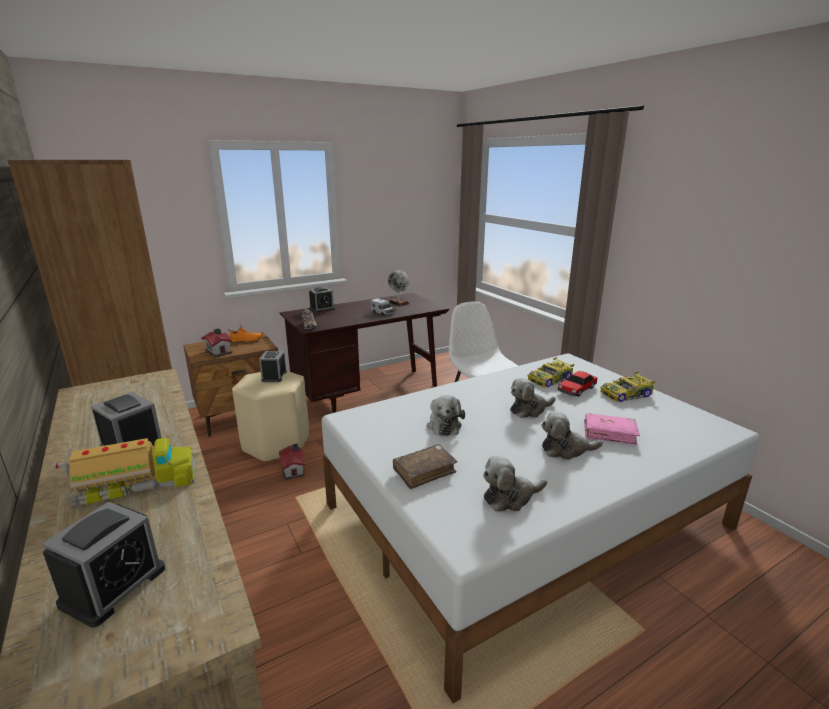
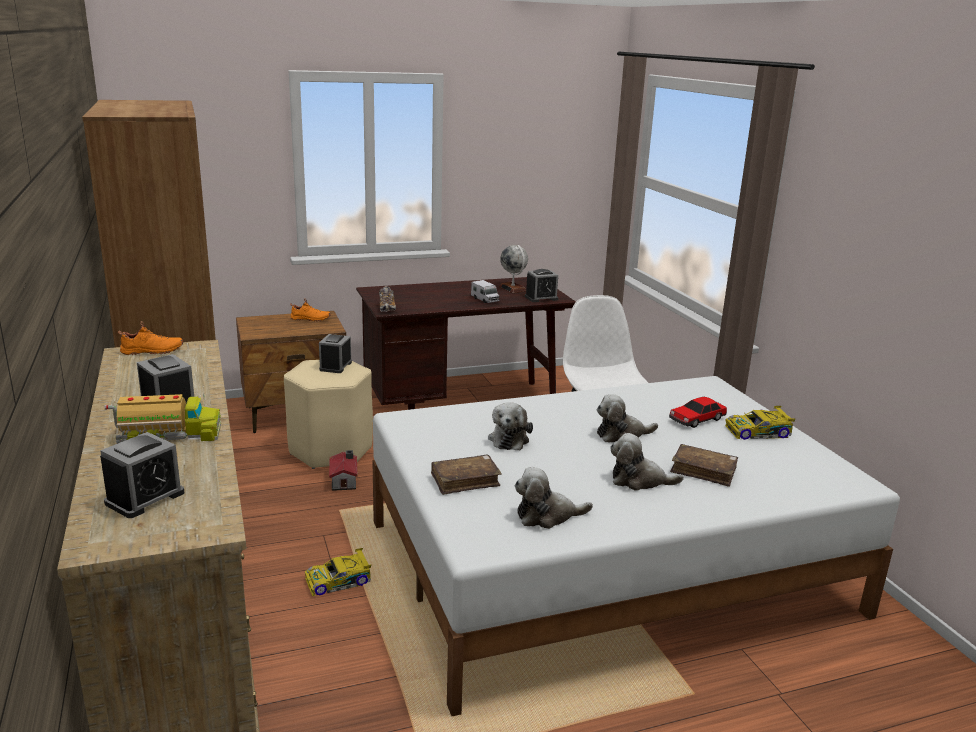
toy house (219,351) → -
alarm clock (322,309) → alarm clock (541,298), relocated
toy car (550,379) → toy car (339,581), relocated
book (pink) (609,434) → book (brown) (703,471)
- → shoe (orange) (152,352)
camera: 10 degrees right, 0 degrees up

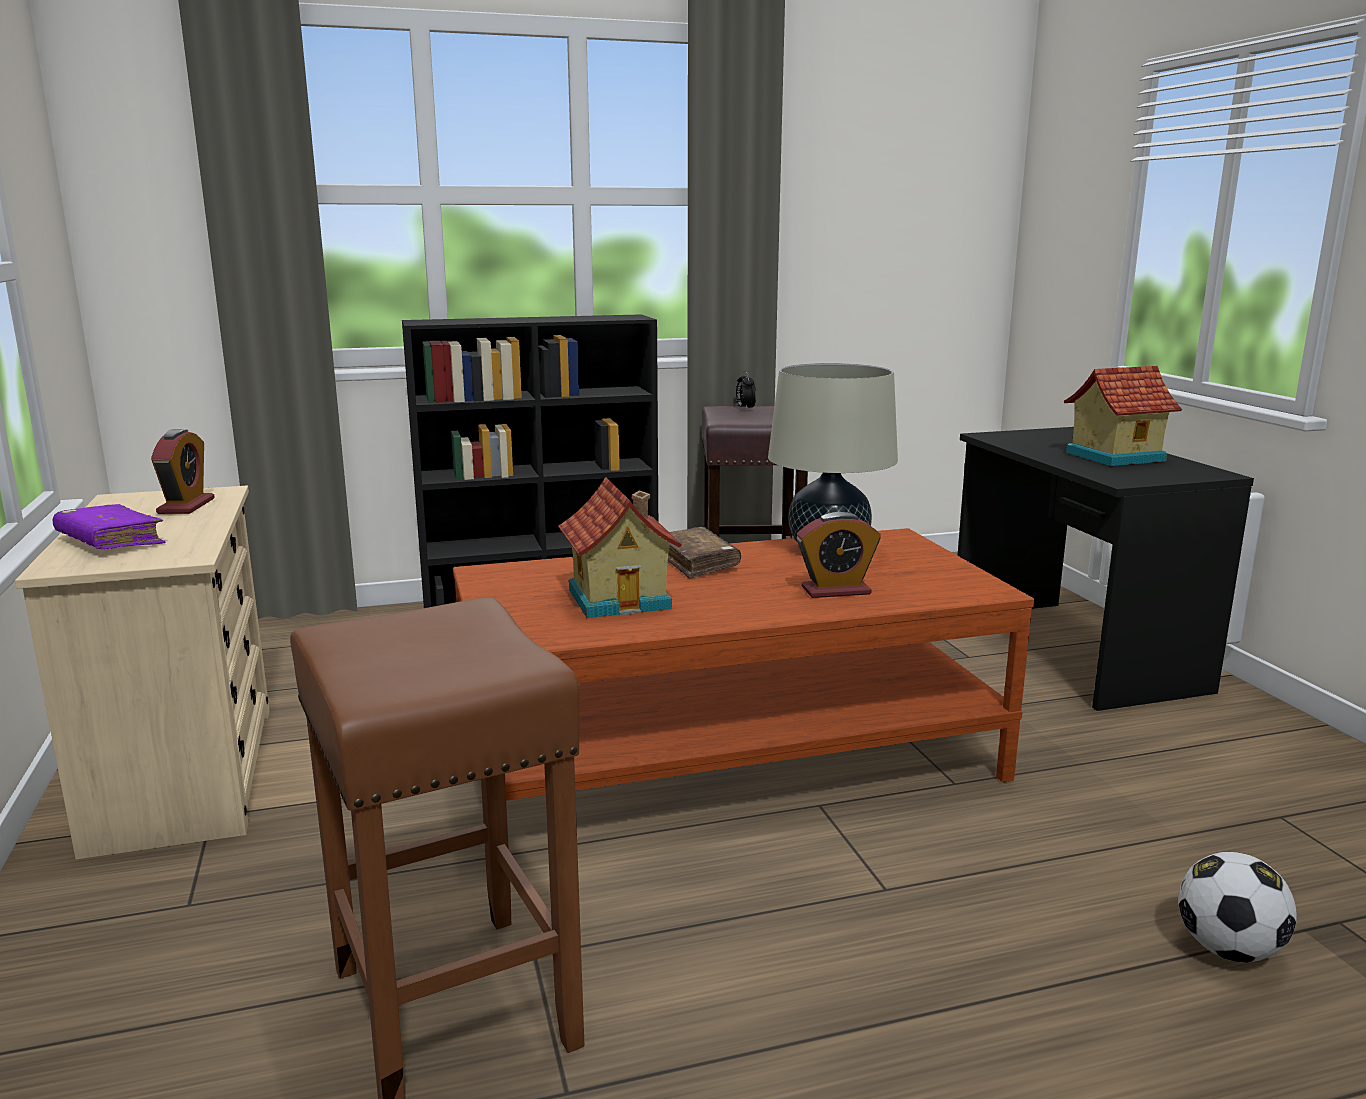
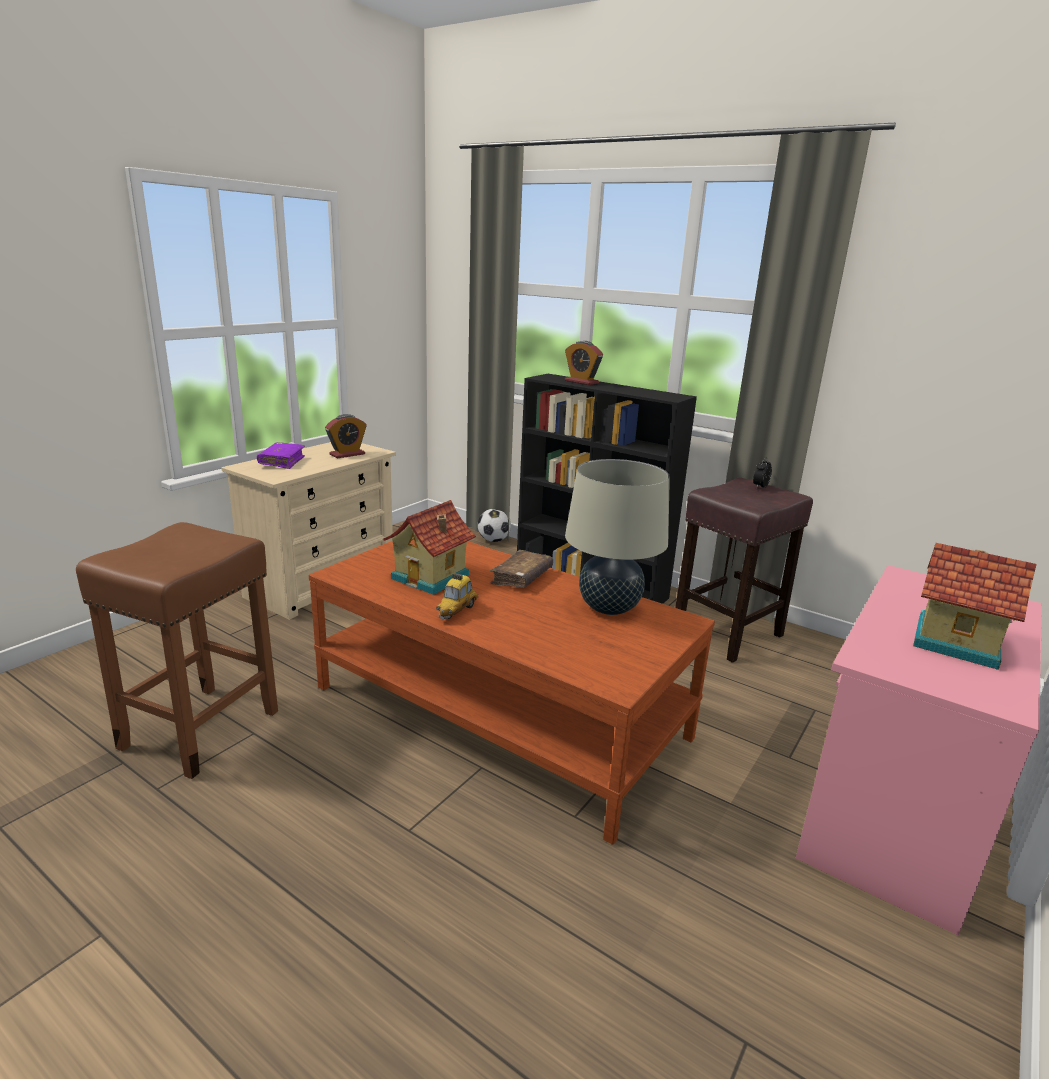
alarm clock (836,591) → alarm clock (581,382), relocated
desk (black) (1070,651) → desk (pink) (892,809)
football (1228,950) → football (494,540), relocated
- → toy car (456,611)
camera: 50 degrees right, 5 degrees up

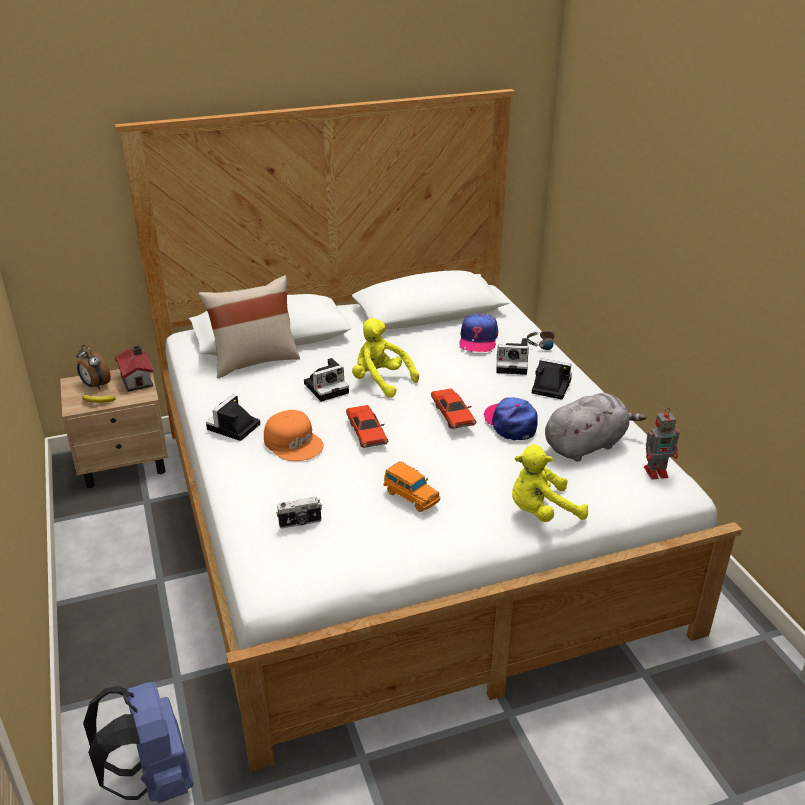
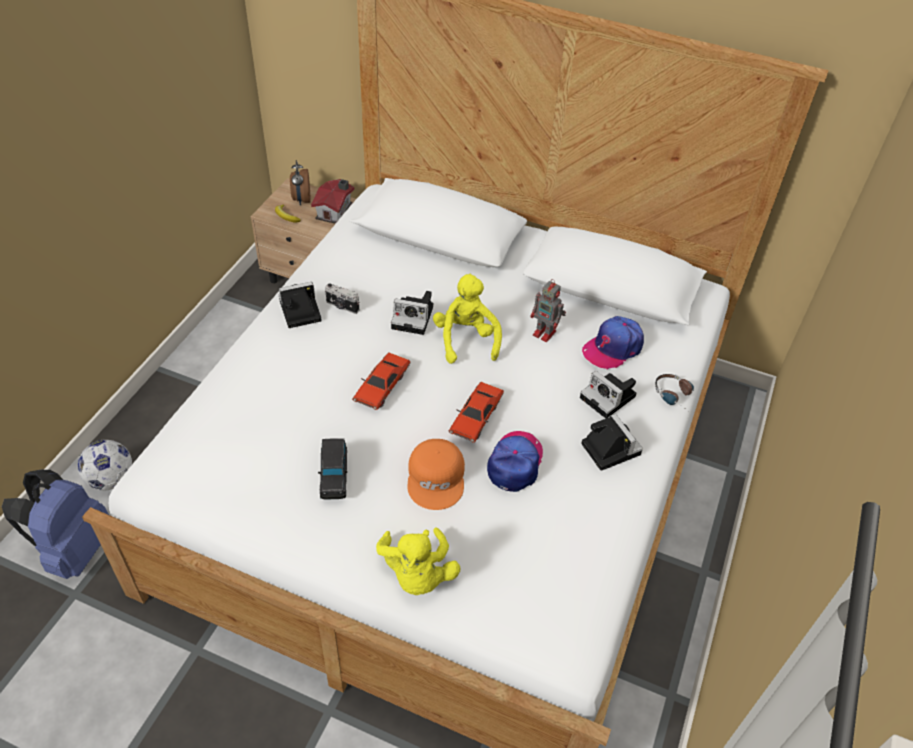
pillow (beige) (254,361) → -
cap (orange) (294,442) → cap (orange) (437,478), relocated
photo camera (300,523) → photo camera (342,306), relocated
toy car (orange) (410,496) → toy car (black) (334,476)
plush toy (yellow) (541,512) → plush toy (yellow) (417,574), 120 degrees counterclockwise
plush toy (grey) (586,445) → -
toy robot (657,472) → toy robot (545,333), relocated
- → football (111,479)
camera: 40 degrees right, 15 degrees up

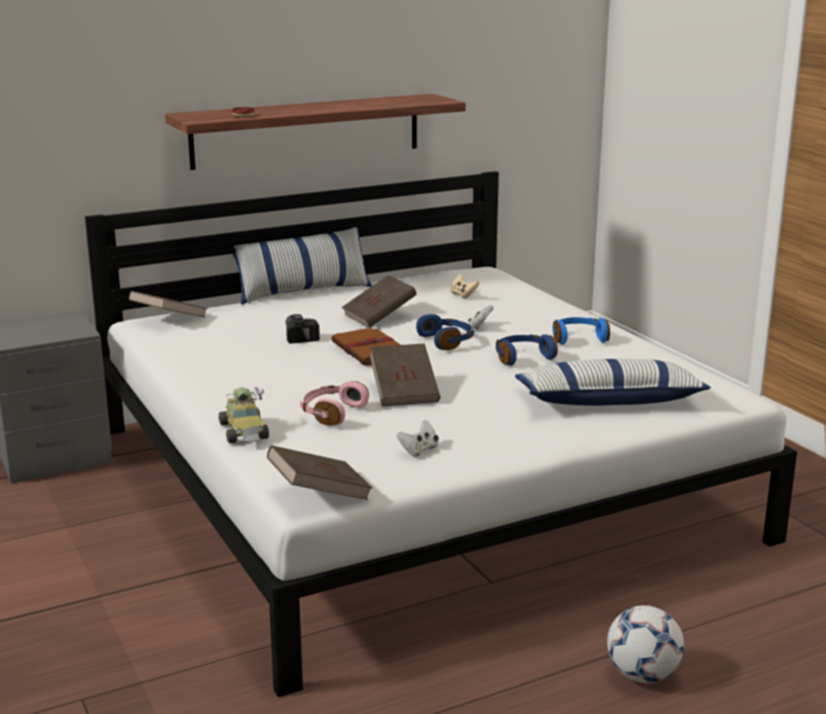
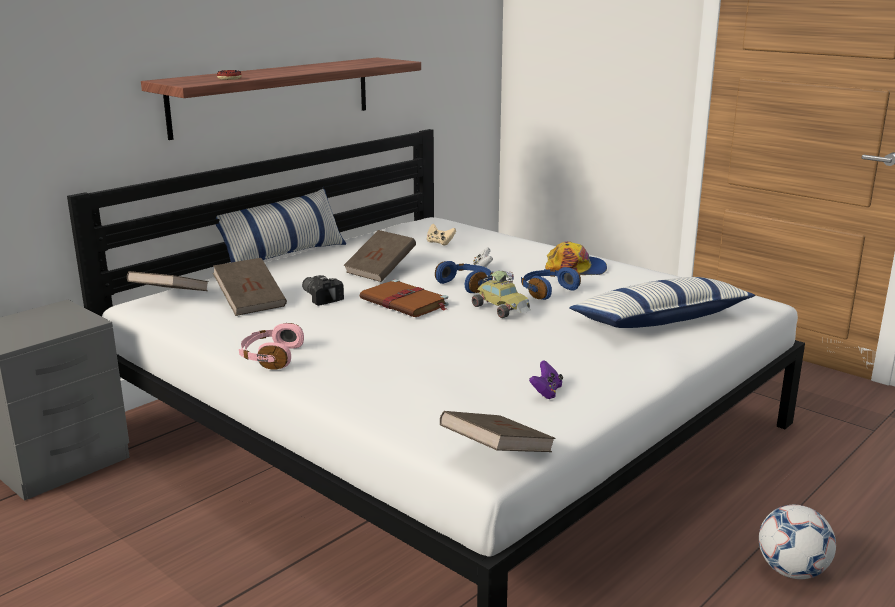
toy car (245,432) → toy car (502,308), relocated
headphones (pink) (332,413) → headphones (pink) (271,357), relocated
book (brown) (404,392) → book (brown) (251,302), relocated
game controller (white) (419,450) → game controller (purple) (546,392)
headphones (blue) (578,338) → cap (575,269)
camera: 20 degrees left, 0 degrees up

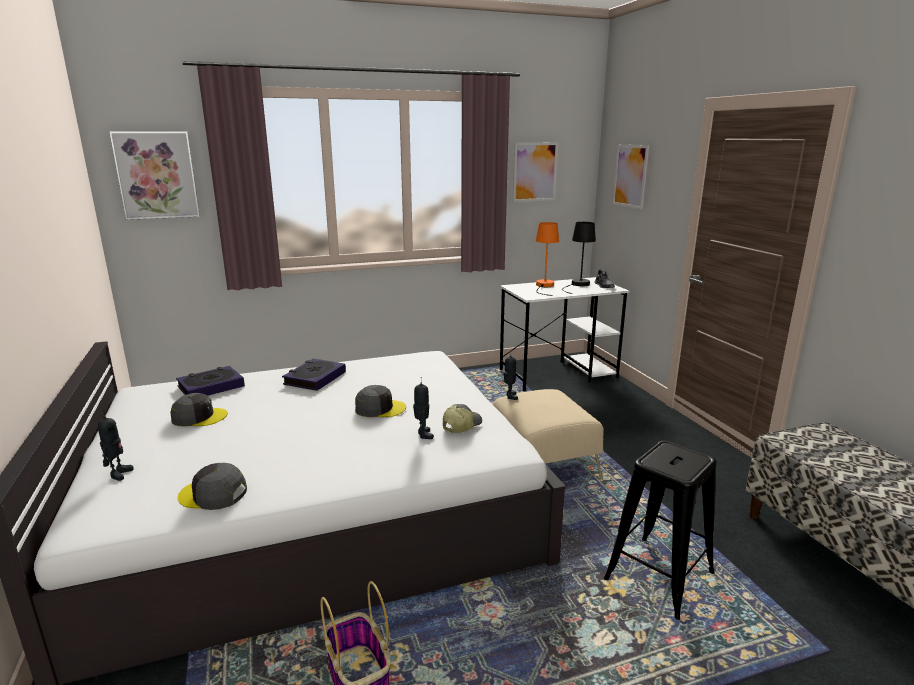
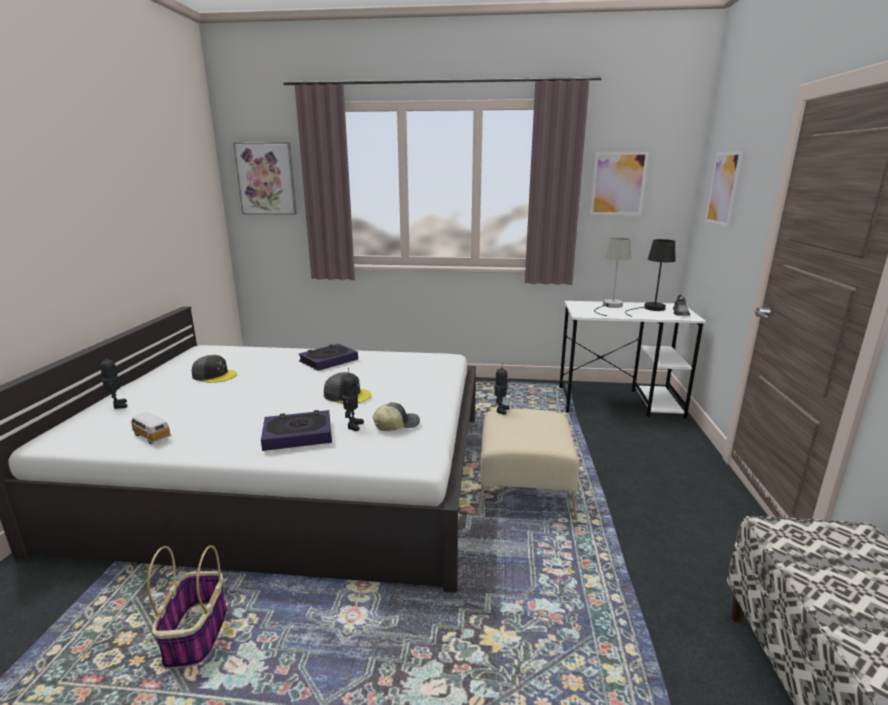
toy robot (118,474) → toy robot (118,406), 60 degrees counterclockwise
book (211,387) → book (298,435), relocated
cap (grey) (213,494) → toy car (151,436)
table lamp (orange) (544,286) → table lamp (grey) (610,306)
stool (black) (659,576) → -
camera: 25 degrees right, 0 degrees up

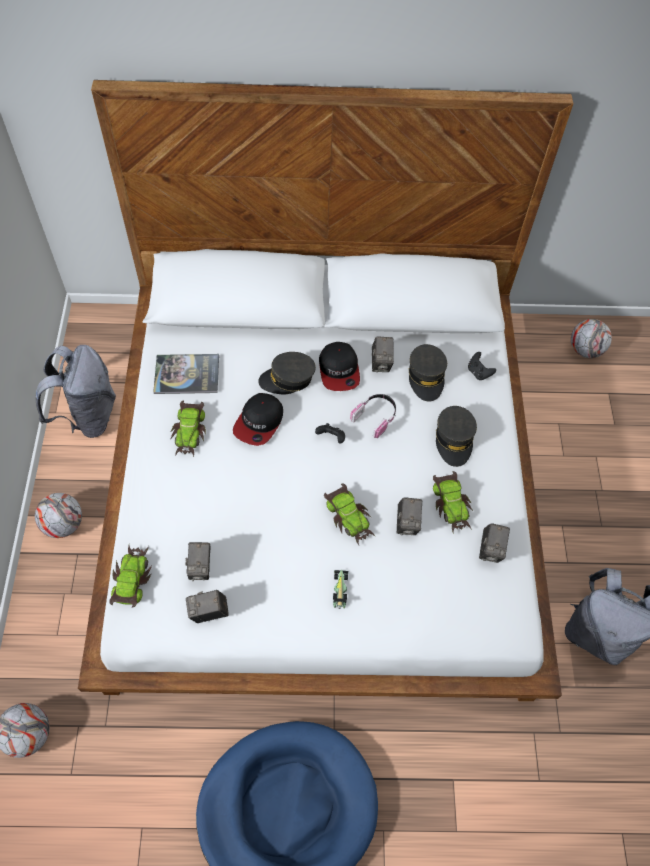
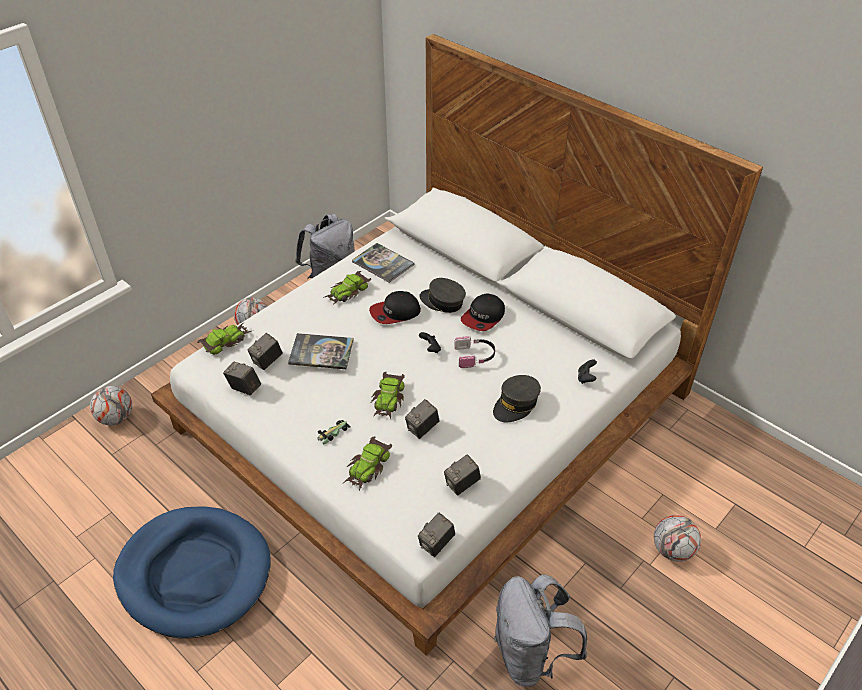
photo camera (381,363) → photo camera (436,544), relocated
cap (grey) (426,377) → -
toy car (452,504) → toy car (368,467), relocated
football (585,350) → football (672,550), relocated
- → book (321,352)
camera: 45 degrees right, 15 degrees down

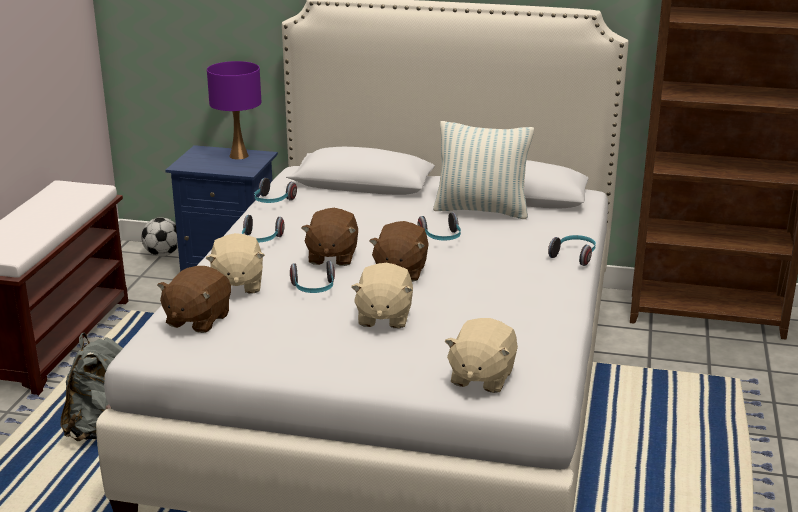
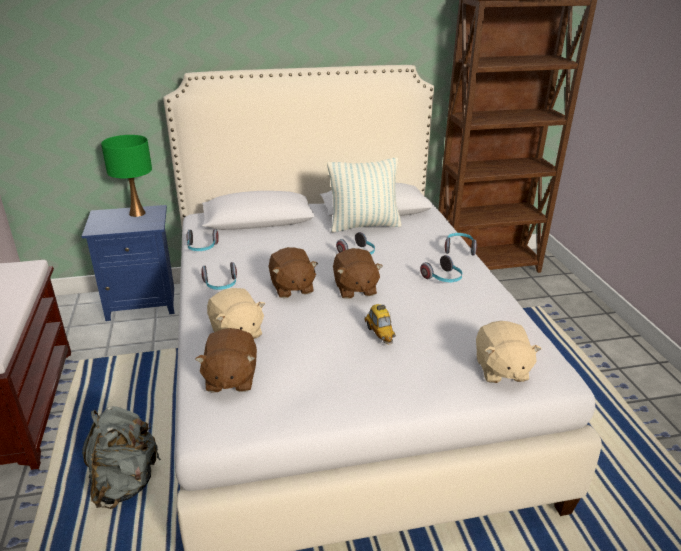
football (162,254) → -
table lamp (purple) (239,156) → table lamp (green) (137,213)
headphones (314,289) → headphones (443,279), relocated
plush toy (beige) (383,317) → toy car (379,333)
camera: 25 degrees left, 5 degrees up

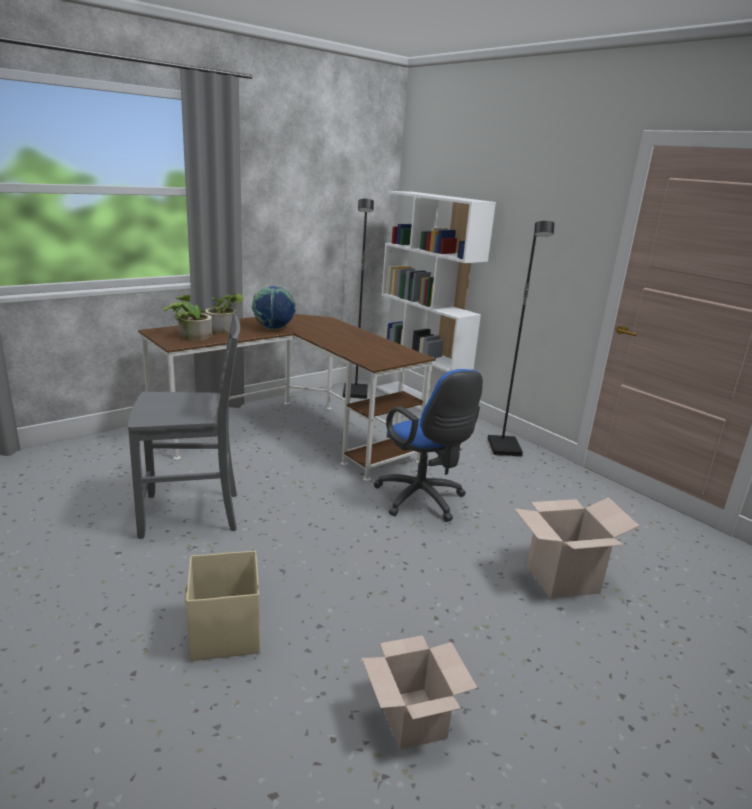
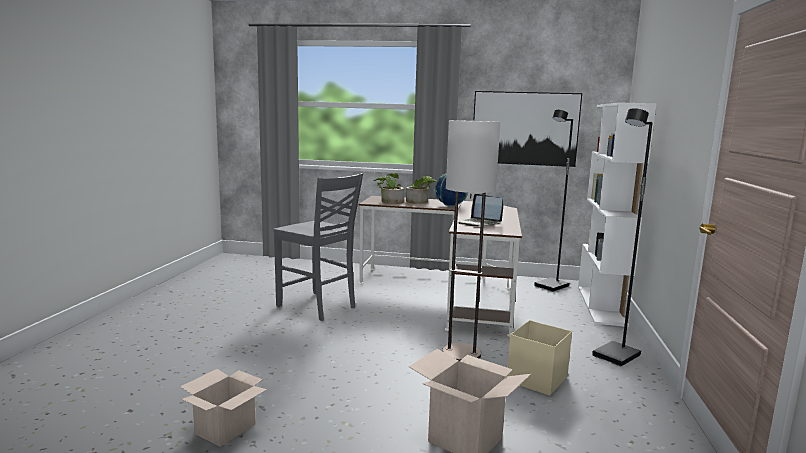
storage box (beige) (224,633) → storage box (beige) (536,379), relocated
office chair (blue) (422,501) → floor lamp (461,354)
- → laptop (480,223)
- → picture (524,128)
camera: 50 degrees right, 10 degrees down

